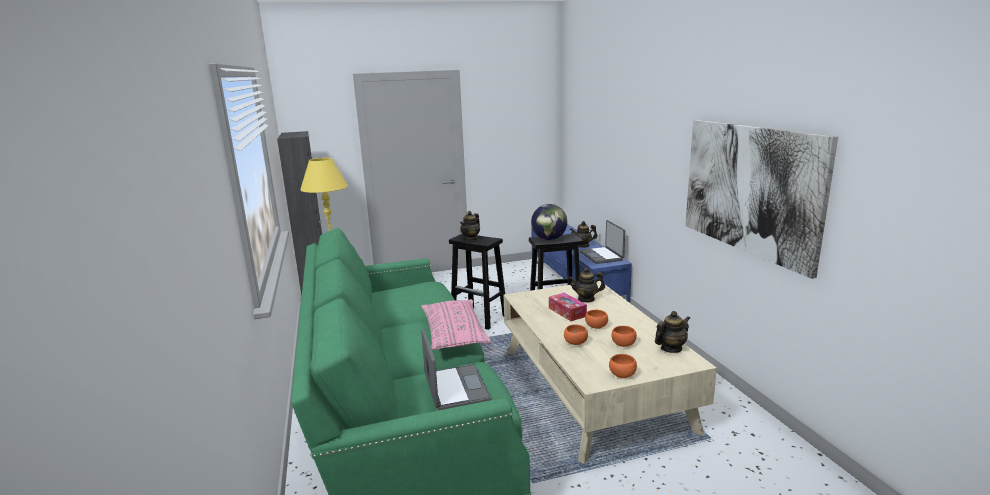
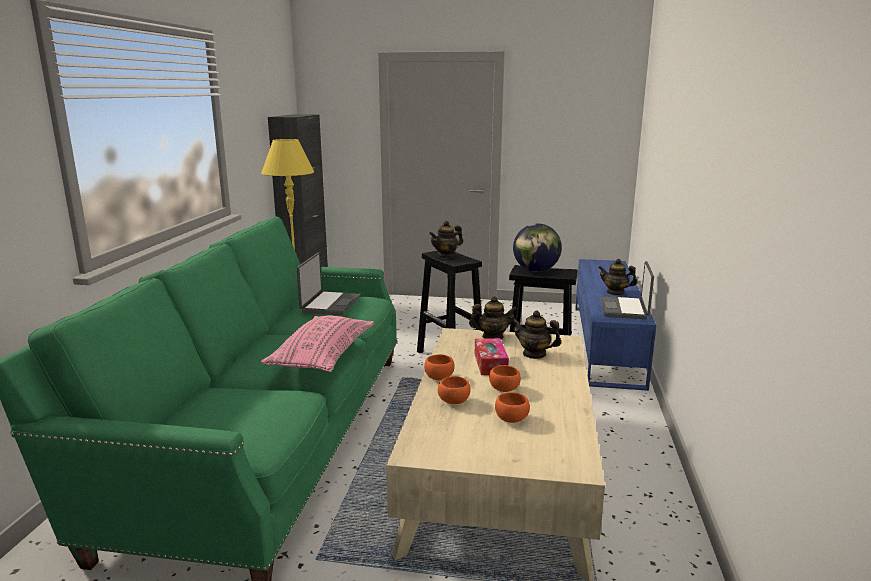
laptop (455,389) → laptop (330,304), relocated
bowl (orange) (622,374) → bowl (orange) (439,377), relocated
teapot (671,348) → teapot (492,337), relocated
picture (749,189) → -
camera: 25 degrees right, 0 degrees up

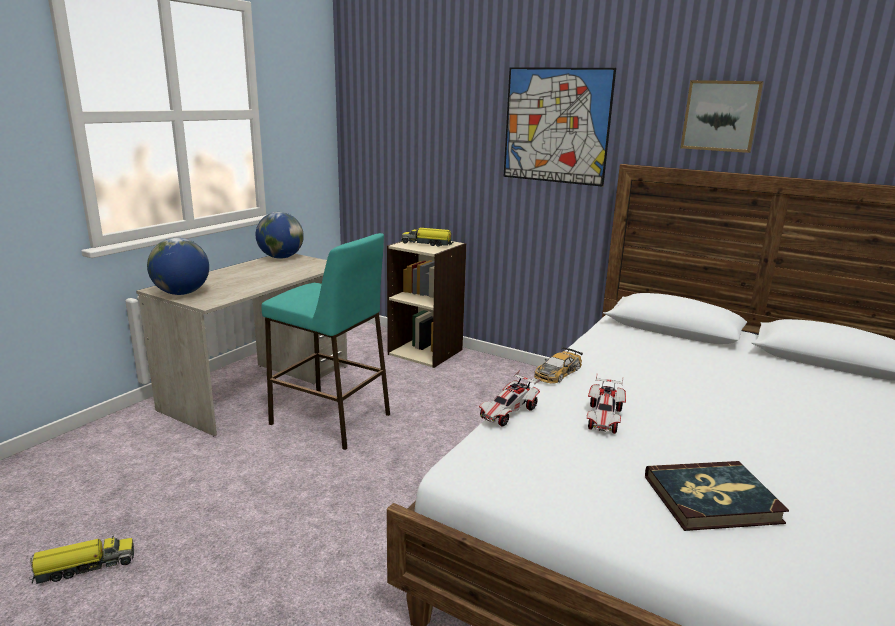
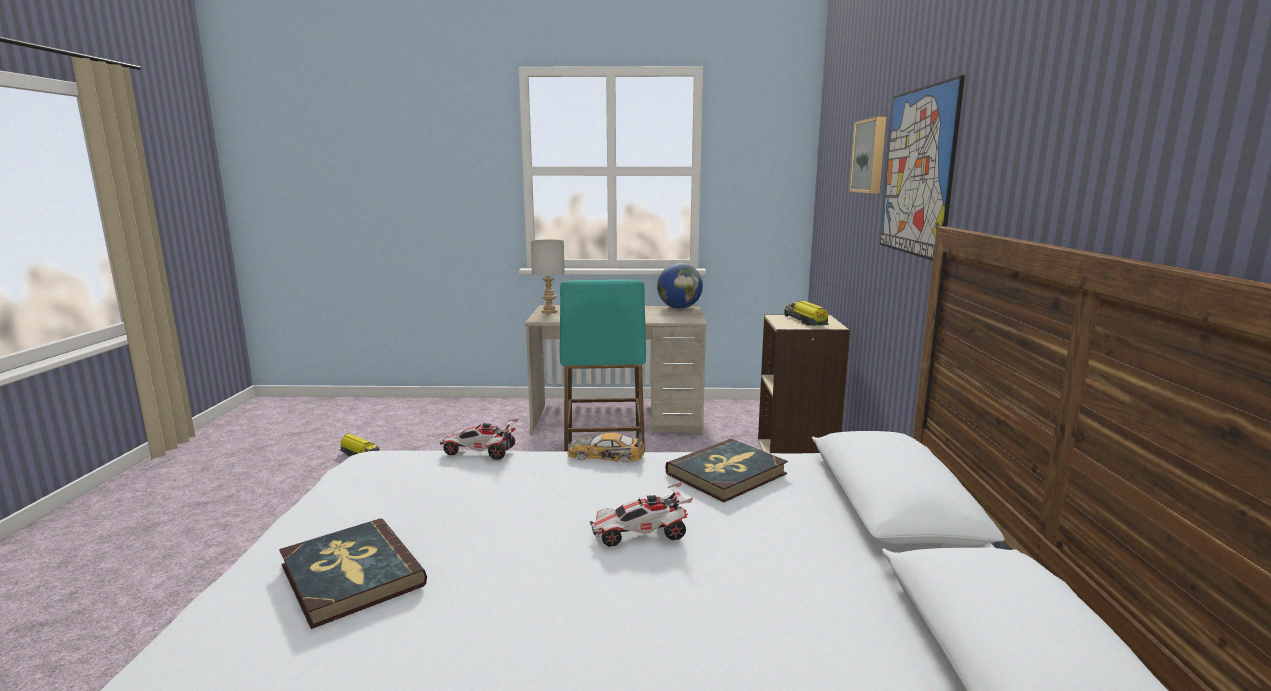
globe (182,293) → table lamp (grey) (549,312)
toy car (604,418) → toy car (641,534), relocated
picture (721,116) → picture (870,156), relocated
- → book (727,474)
camera: 60 degrees right, 5 degrees down

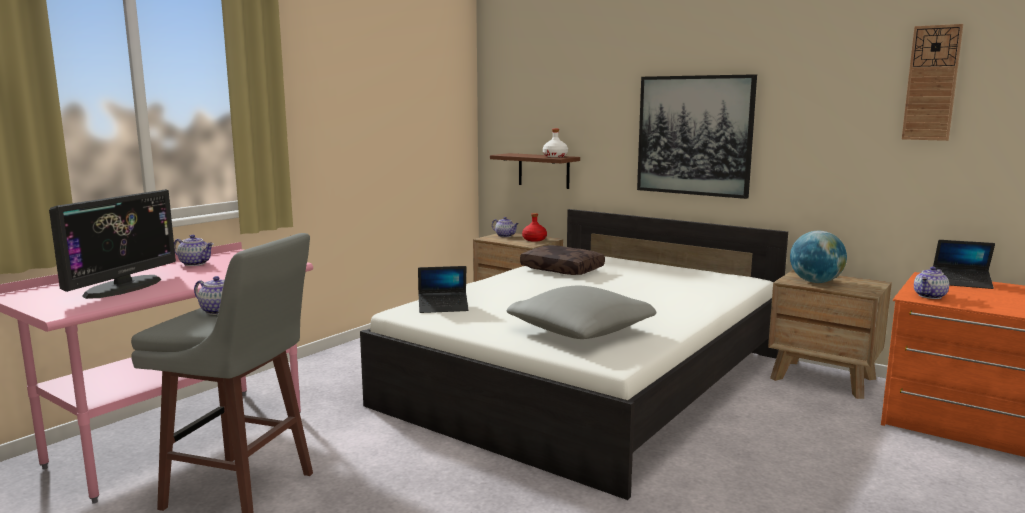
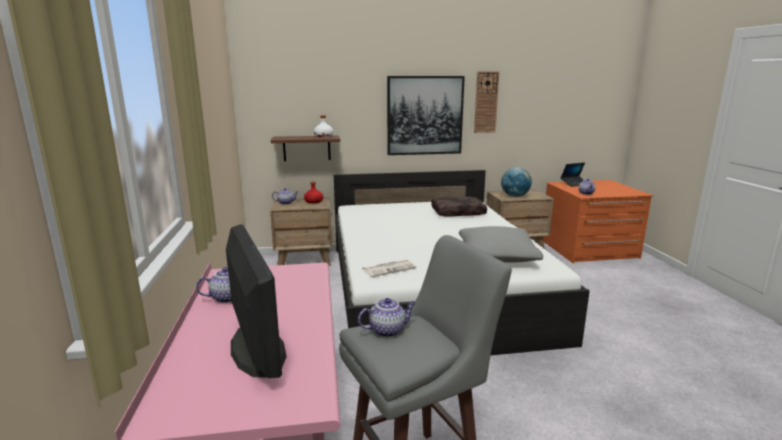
laptop (443,307) → newspaper (389,268)
pillow (brown) (563,269) → pillow (brown) (458,212), relocated
wall clock (931,83) → wall clock (486,102), relocated
camera: 45 degrees left, 5 degrees up

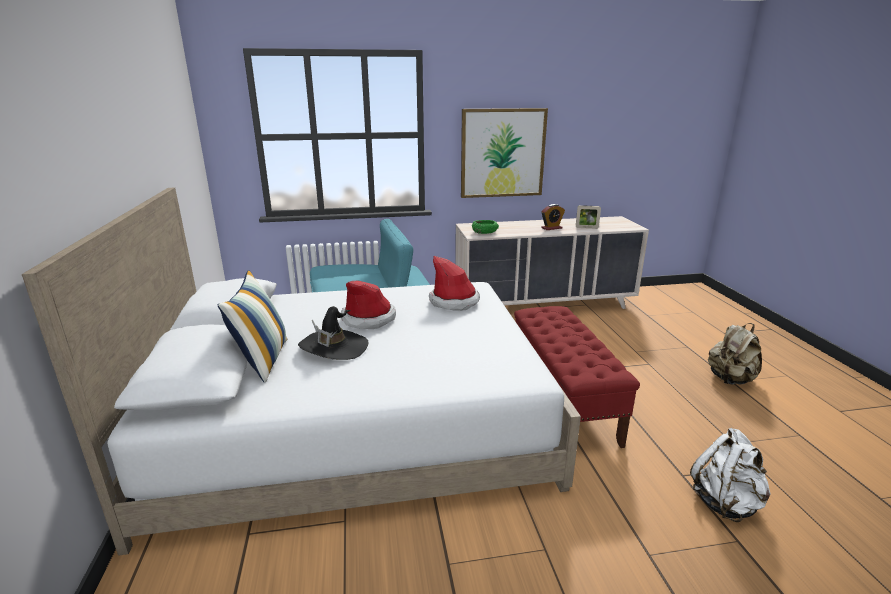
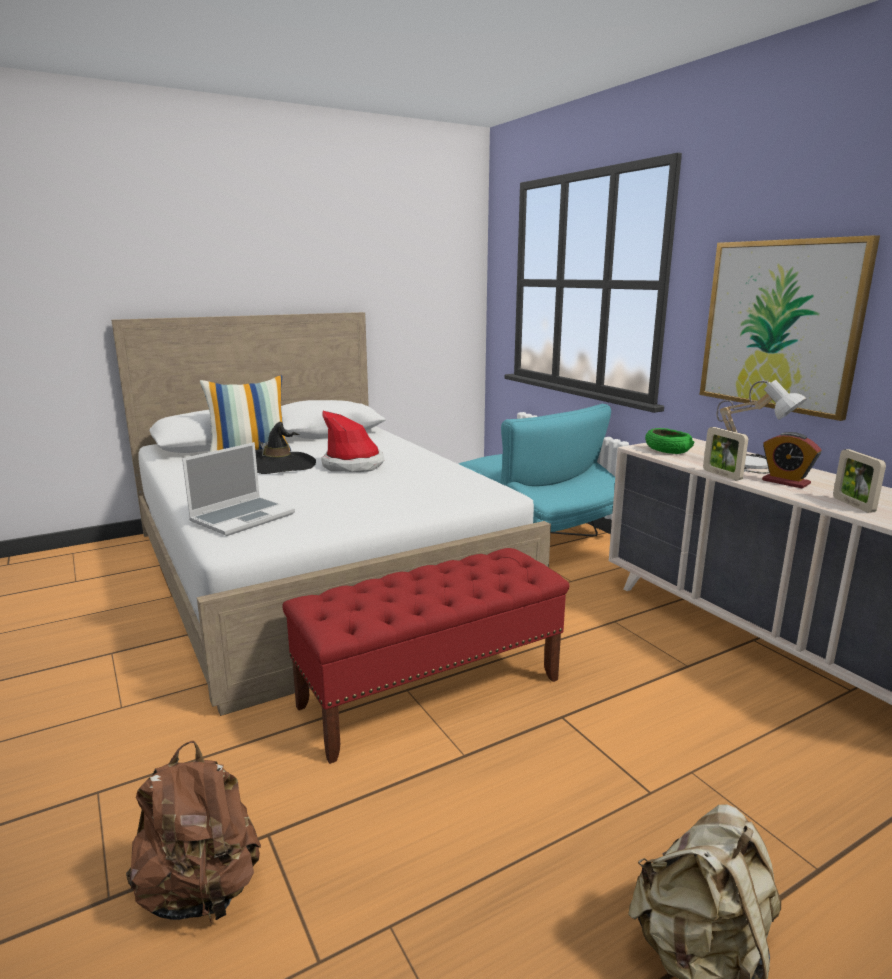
hat (454,301) → -
backpack (white) (726,502) → backpack (brown) (201,891)
- → laptop (243,517)
- → picture frame (722,475)
- → table lamp (754,463)
camera: 70 degrees right, 5 degrees down

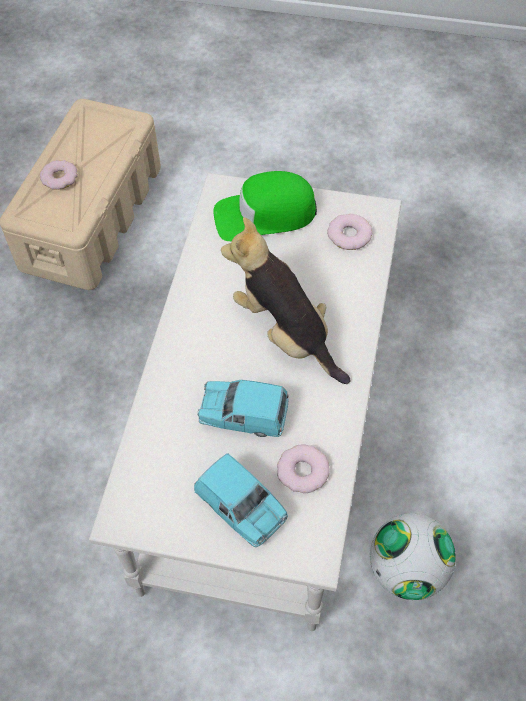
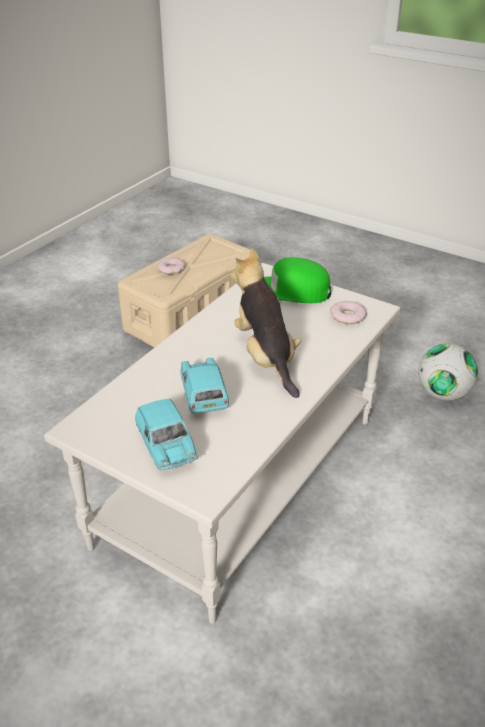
toy car (turquoise) (244,416) → toy car (turquoise) (203,396), 45 degrees clockwise
donut (302,471) → -
football (407,570) → football (443,394), relocated
camera: 20 degrees right, 20 degrees down

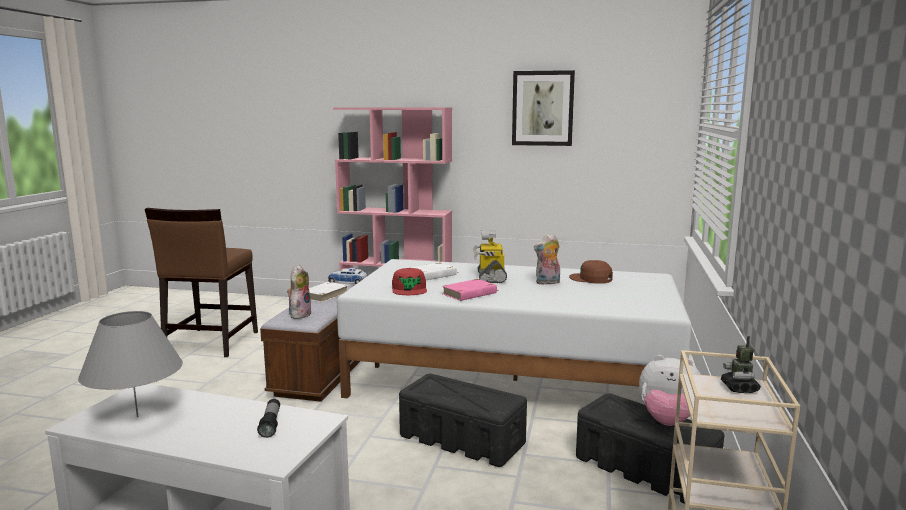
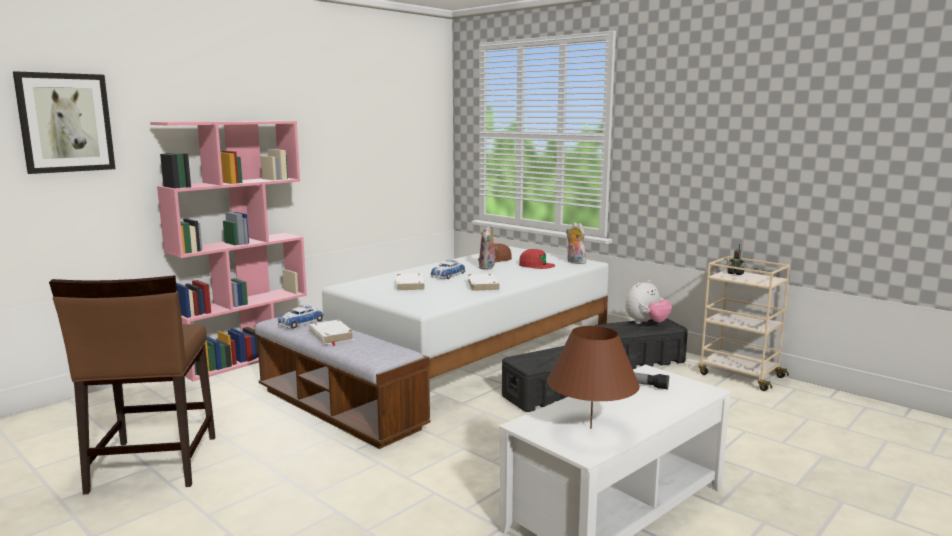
table lamp (grey) (137,416) → table lamp (brown) (591,428)
chair (brown) (210,343) → chair (brown) (152,464), 45 degrees clockwise
plush toy (299,314) → plush toy (574,262), relocated
cap (red) (409,289) → cap (red) (536,265), relocated
book (pink) (469,293) → book (white) (483,286)
toy robot (490,277) → toy car (448,275)
picture (542,108) → picture (65,123), relocated
camera: 60 degrees left, 0 degrees up

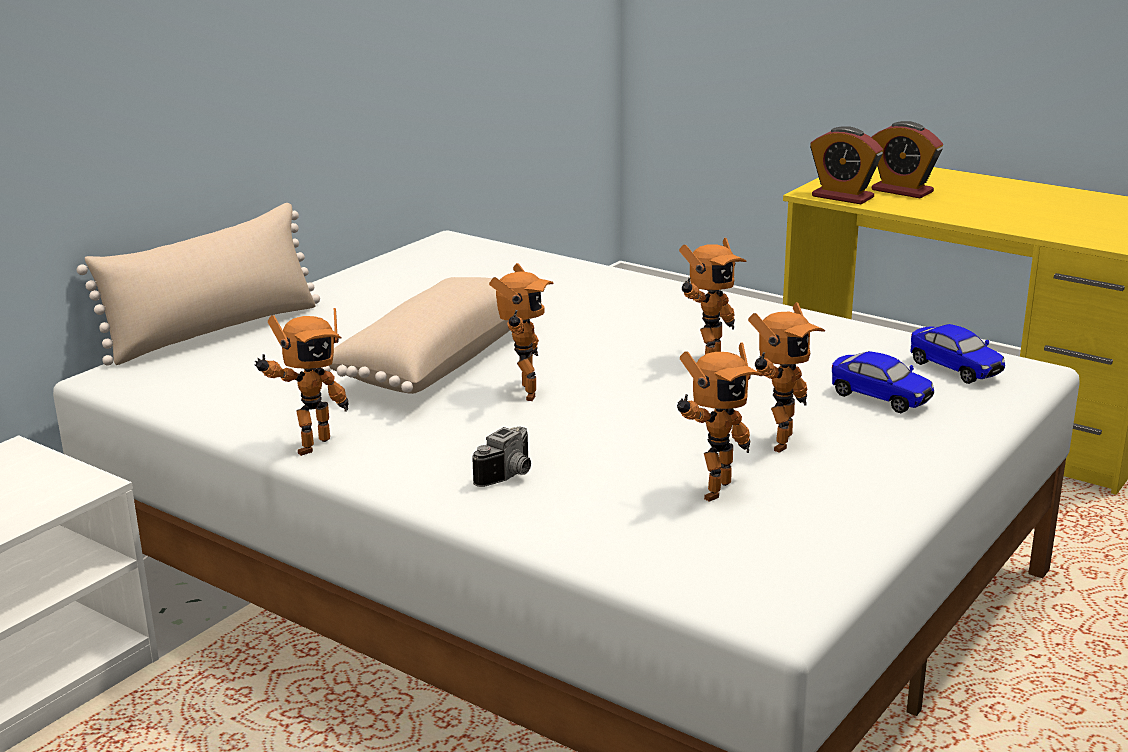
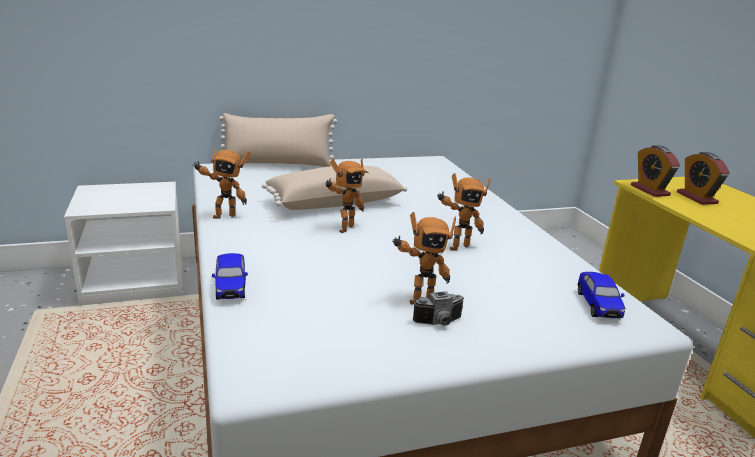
photo camera (511,475) → photo camera (440,323), relocated
toy robot (711,489) → -
toy car (880,398) → toy car (231,287), relocated
camera: 35 degrees right, 0 degrees up

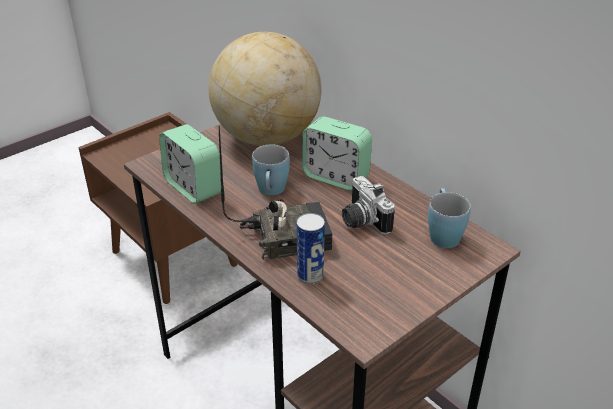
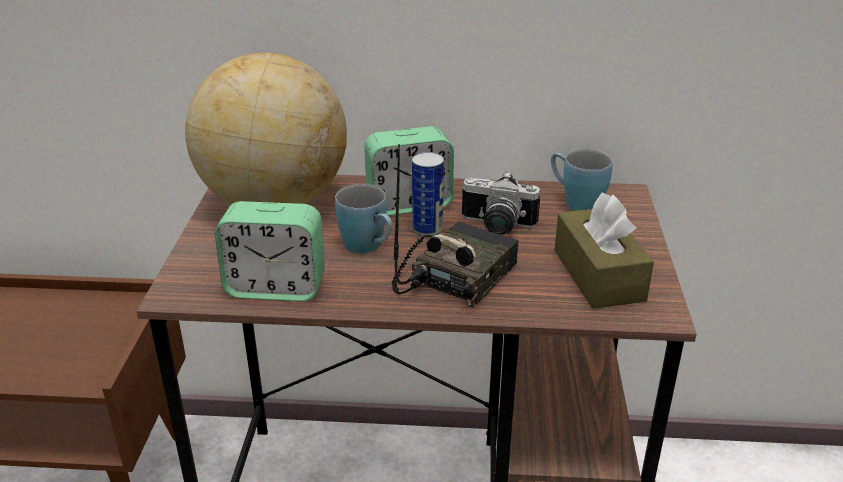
can (310,275) → can (427,230), relocated
- → tissue box (brown) (598,275)
camera: 45 degrees left, 5 degrees down

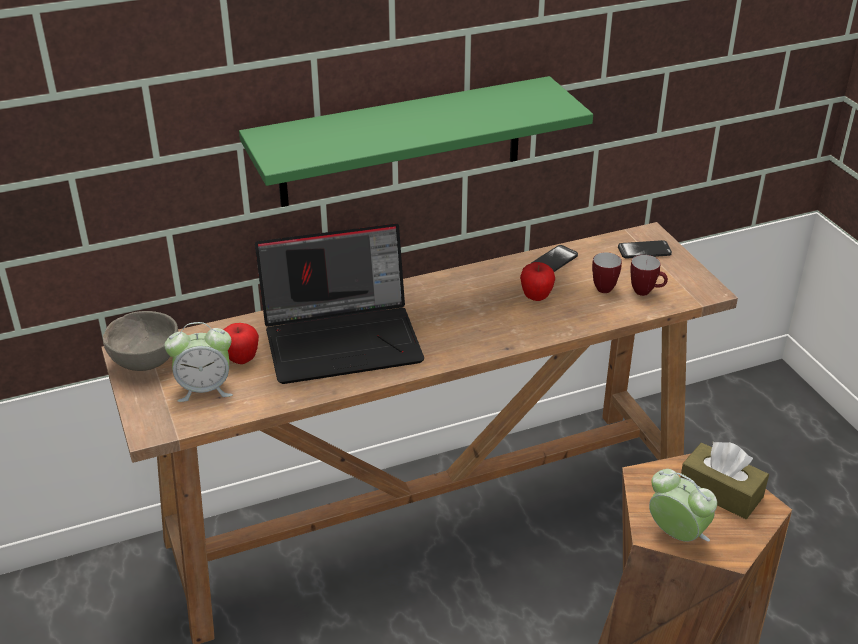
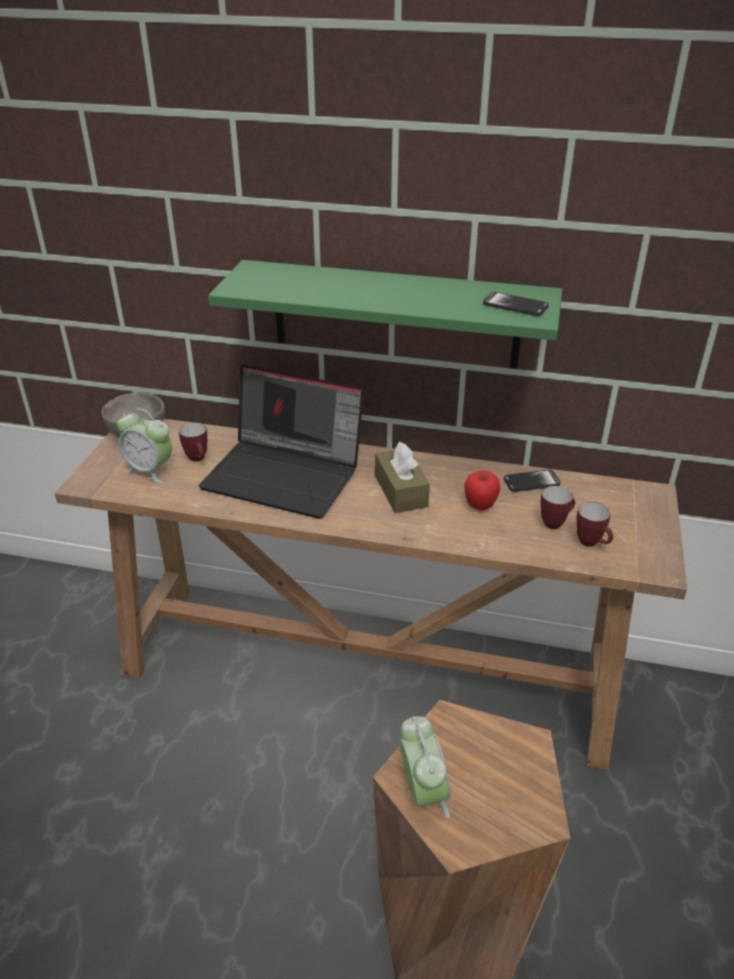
apple (241,359) → mug (198,459)
phone (644,251) → phone (515,306), relocated
tissue box (brown) (720,491) → tissue box (brown) (401,491), relocated
camera: 35 degrees right, 0 degrees up

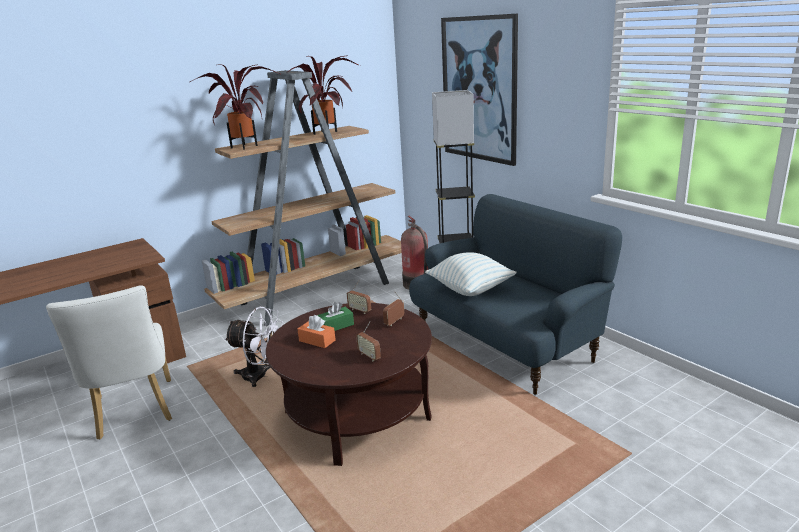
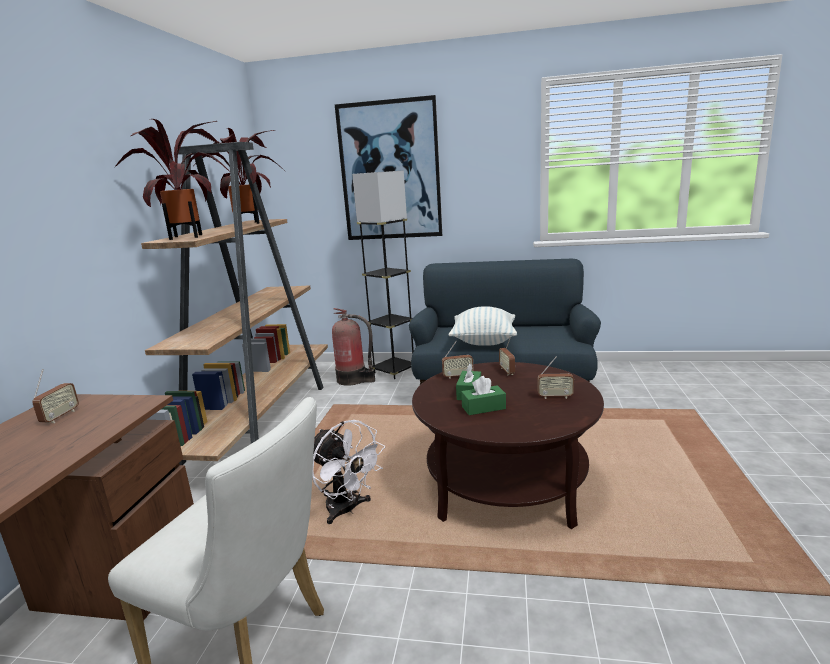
fan (white) (260,376) → fan (white) (347,510), 75 degrees clockwise
tissue box (orange) (317,340) → tissue box (green) (483,407)
- → radio (60,417)
camera: 45 degrees left, 5 degrees down

